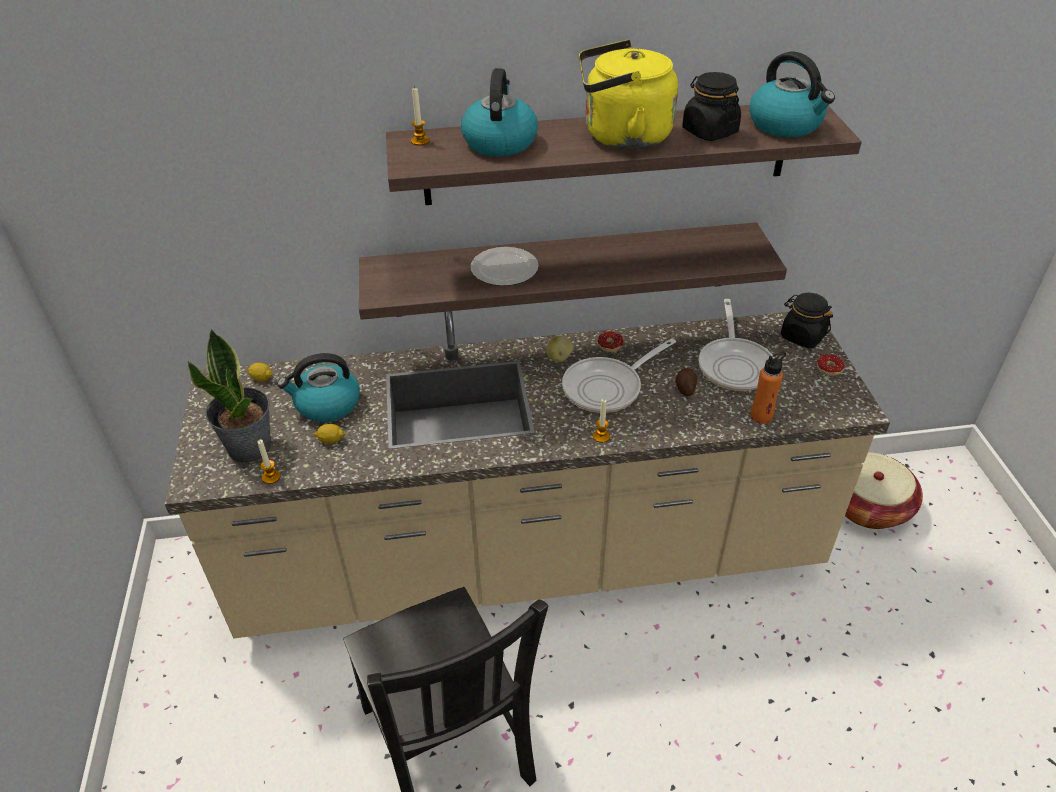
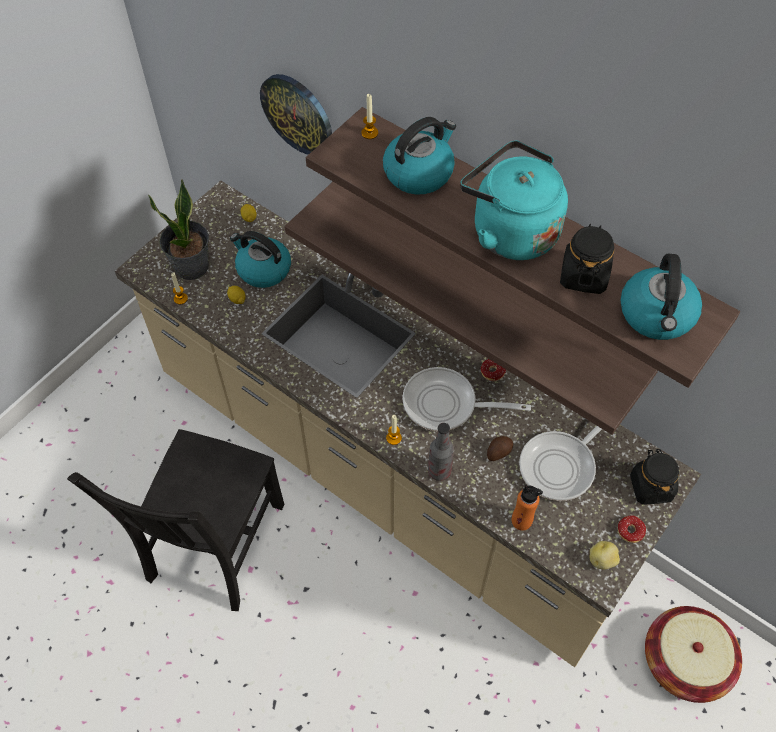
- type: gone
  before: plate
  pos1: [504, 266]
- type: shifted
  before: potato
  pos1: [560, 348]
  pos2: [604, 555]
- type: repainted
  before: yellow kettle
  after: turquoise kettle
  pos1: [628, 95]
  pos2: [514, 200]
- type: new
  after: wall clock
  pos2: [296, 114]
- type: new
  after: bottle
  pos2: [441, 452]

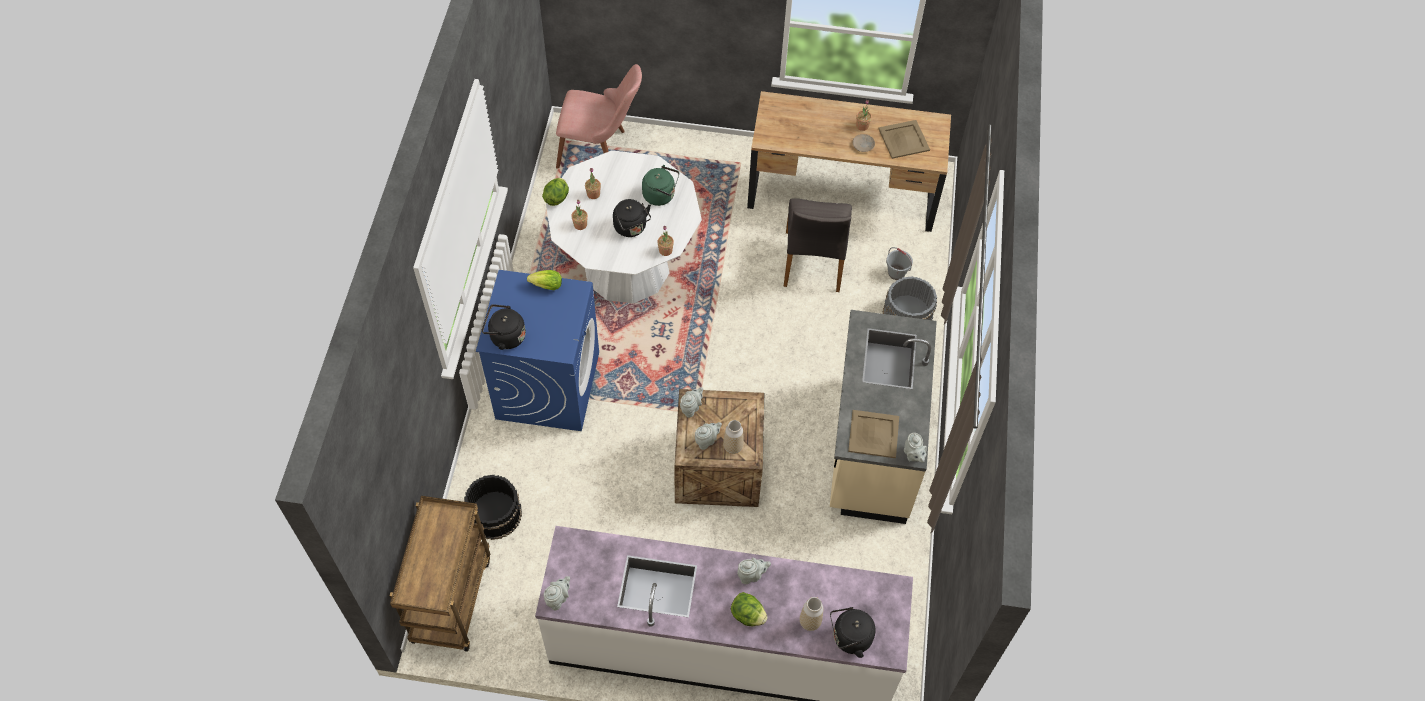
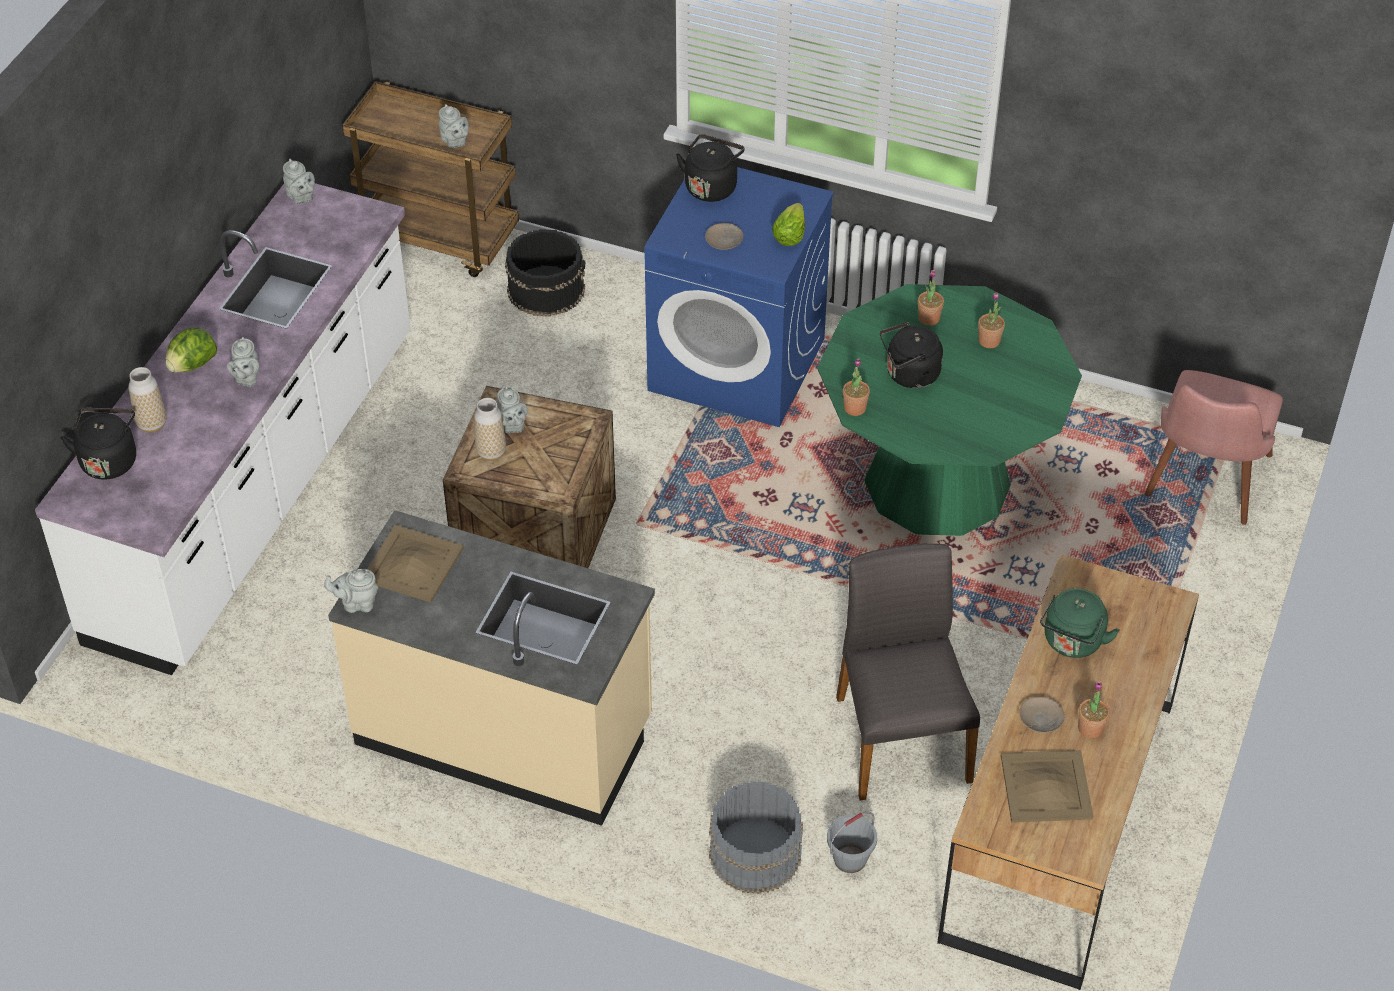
- type: gone
  before: lettuce
  pos1: [555, 192]
- type: repainted
  before: white dining table
  after: green dining table
  pos1: [624, 226]
  pos2: [949, 410]
- type: shifted
  before: green kettle
  pos1: [660, 185]
  pos2: [1080, 623]
- type: shifted
  before: grey teapot
  pos1: [691, 402]
  pos2: [453, 126]
- type: rotated
  before: grey chair
  pos1: [818, 245]
  pos2: [908, 672]
  turn: 60
- type: new
  after: beige plate
  pos2: [724, 236]

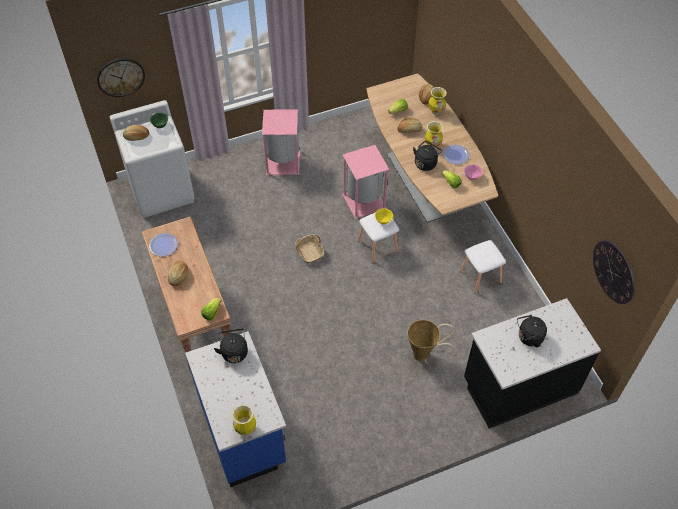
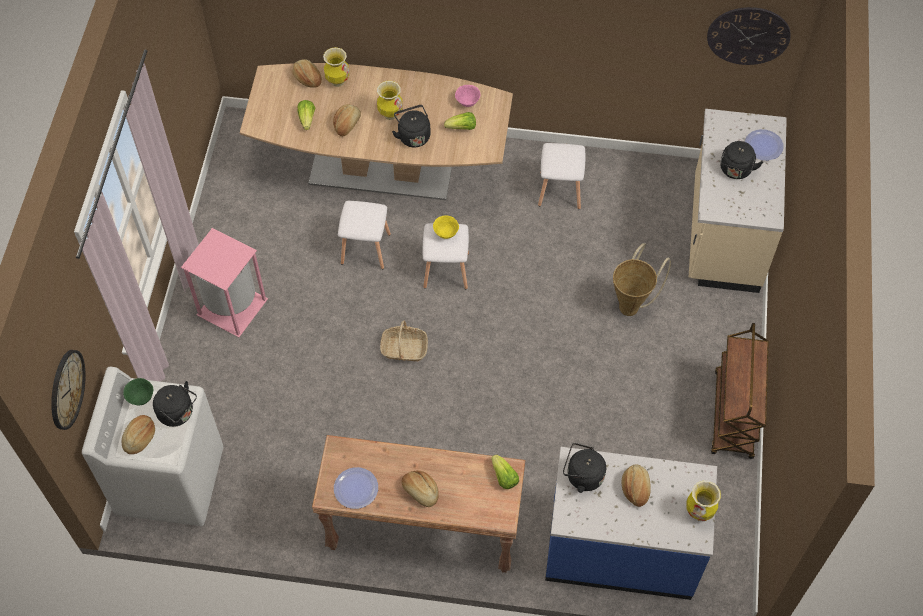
- type: swapped
  before: pink trash can
  after: white stool
  pos1: [365, 182]
  pos2: [364, 235]
- type: shifted
  before: plate
  pos1: [456, 155]
  pos2: [764, 145]
- type: repainted
  before: black counter
  after: beige counter
  pos1: [532, 363]
  pos2: [738, 201]
- type: new
  after: black kettle
  pos2: [175, 404]
- type: new
  after: bread
  pos2: [636, 485]
- type: new
  after: brown cart
  pos2: [740, 391]

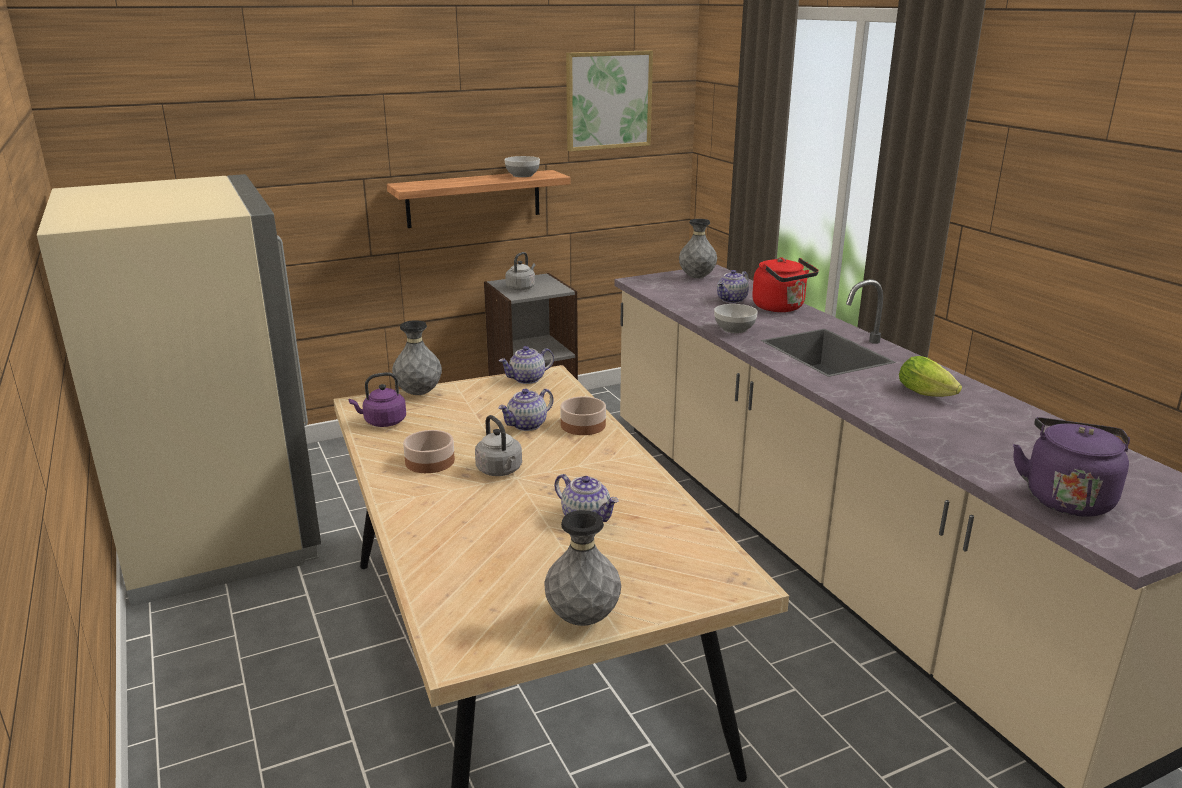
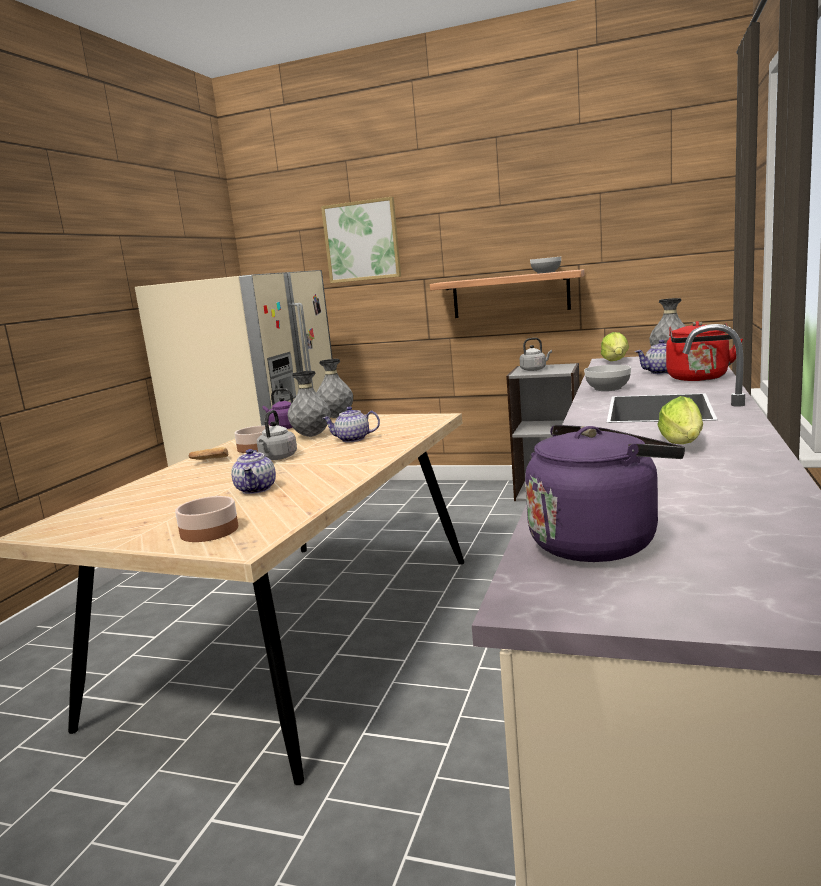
- type: gone
  before: teapot
  pos1: [526, 365]
- type: shifted
  before: grey vase
  pos1: [582, 568]
  pos2: [309, 404]
- type: shifted
  before: bowl
  pos1: [583, 415]
  pos2: [206, 519]
- type: shifted
  before: picture
  pos1: [609, 100]
  pos2: [361, 240]
- type: new
  after: bread
  pos2: [208, 453]
- type: new
  after: lettuce
  pos2: [615, 346]

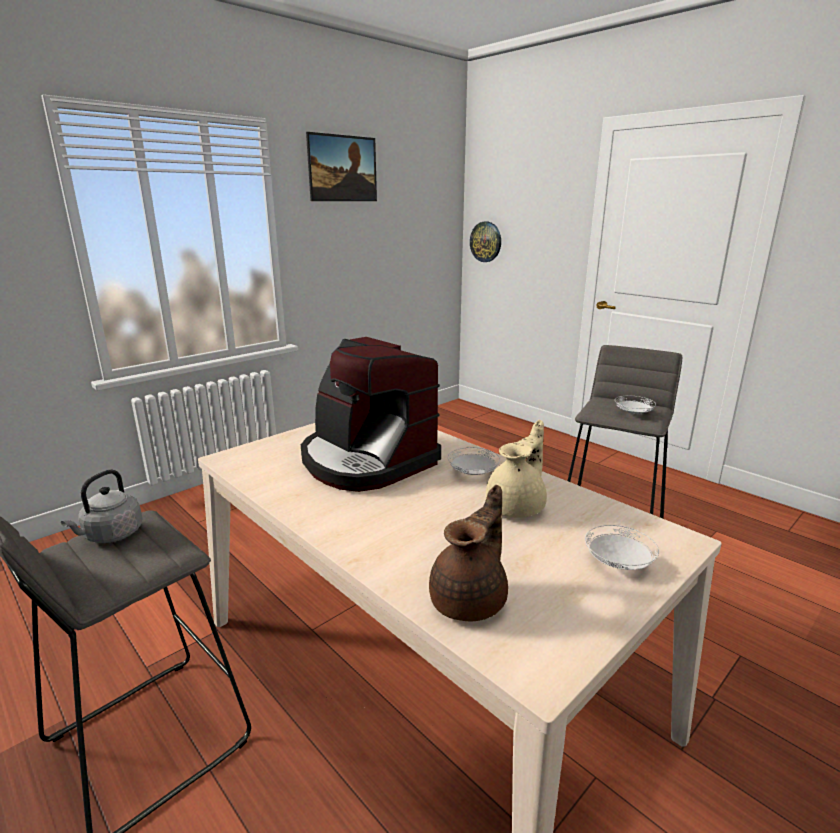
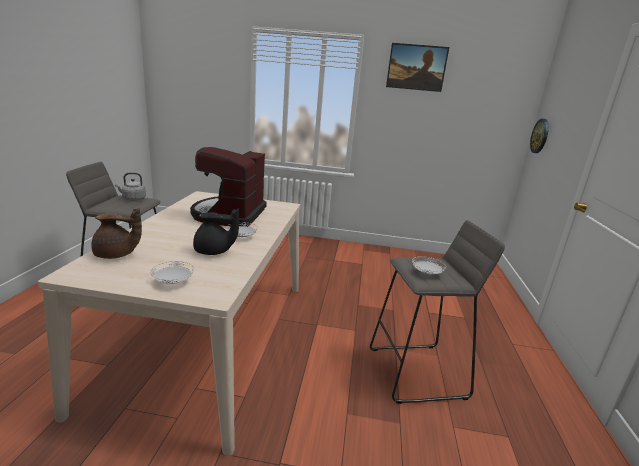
- type: repainted
  before: beige teapot
  after: black teapot
  pos1: [516, 469]
  pos2: [216, 231]

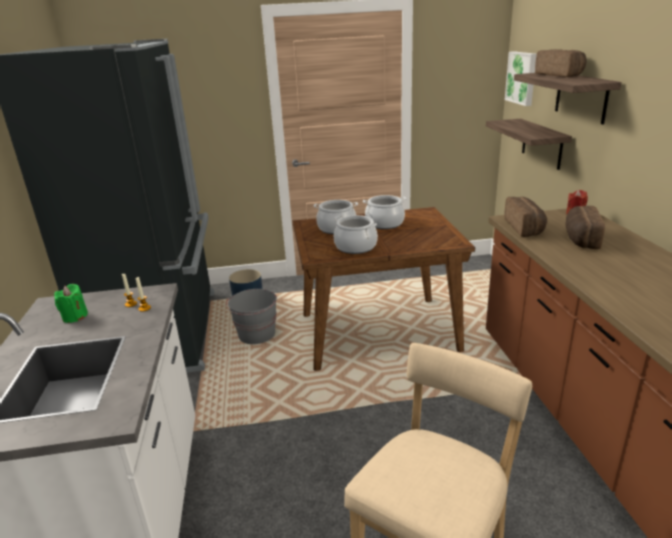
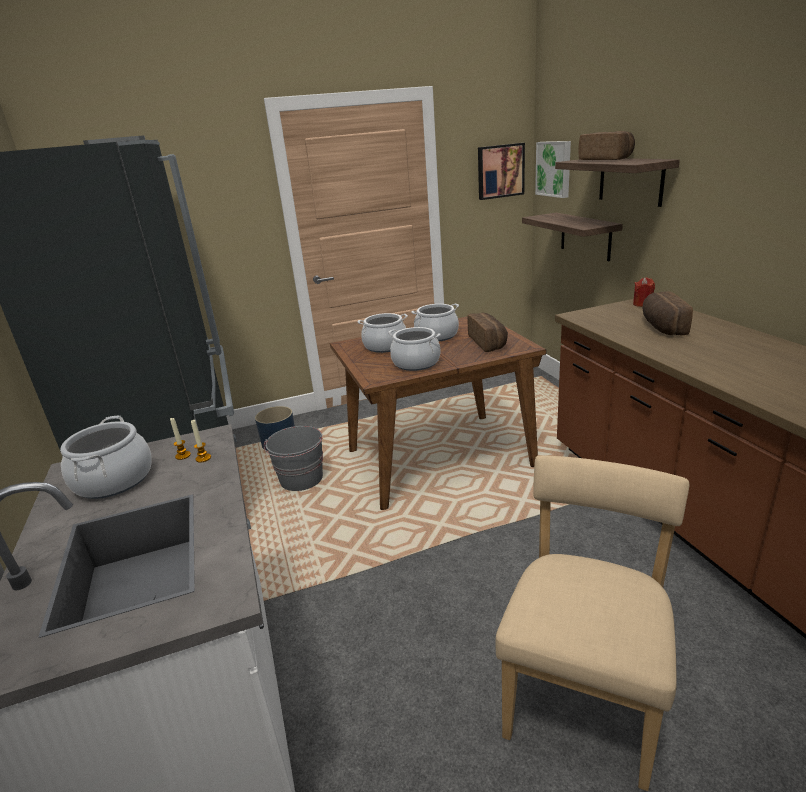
- type: swapped
  before: green candle
  after: cooking pot
  pos1: [71, 303]
  pos2: [106, 457]
- type: shifted
  before: bread
  pos1: [525, 217]
  pos2: [488, 332]
- type: new
  after: picture
  pos2: [501, 171]

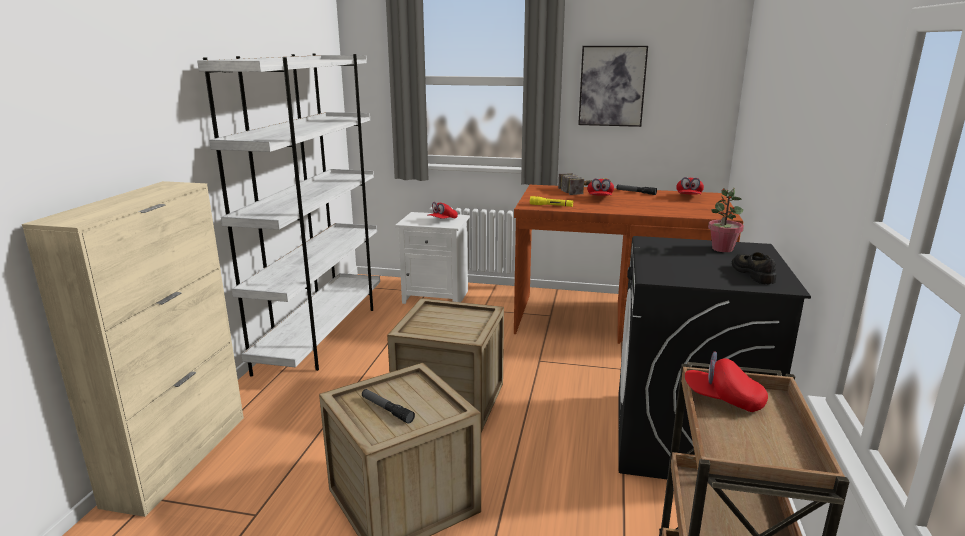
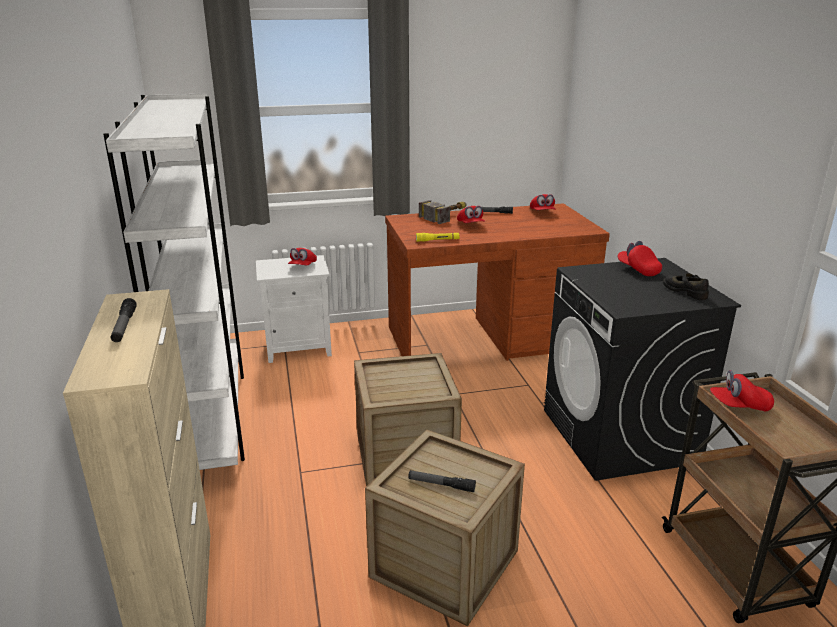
- type: gone
  before: picture
  pos1: [613, 86]
- type: swapped
  before: potted plant
  after: red cap
  pos1: [726, 220]
  pos2: [640, 258]
- type: new
  after: flashlight
  pos2: [123, 320]

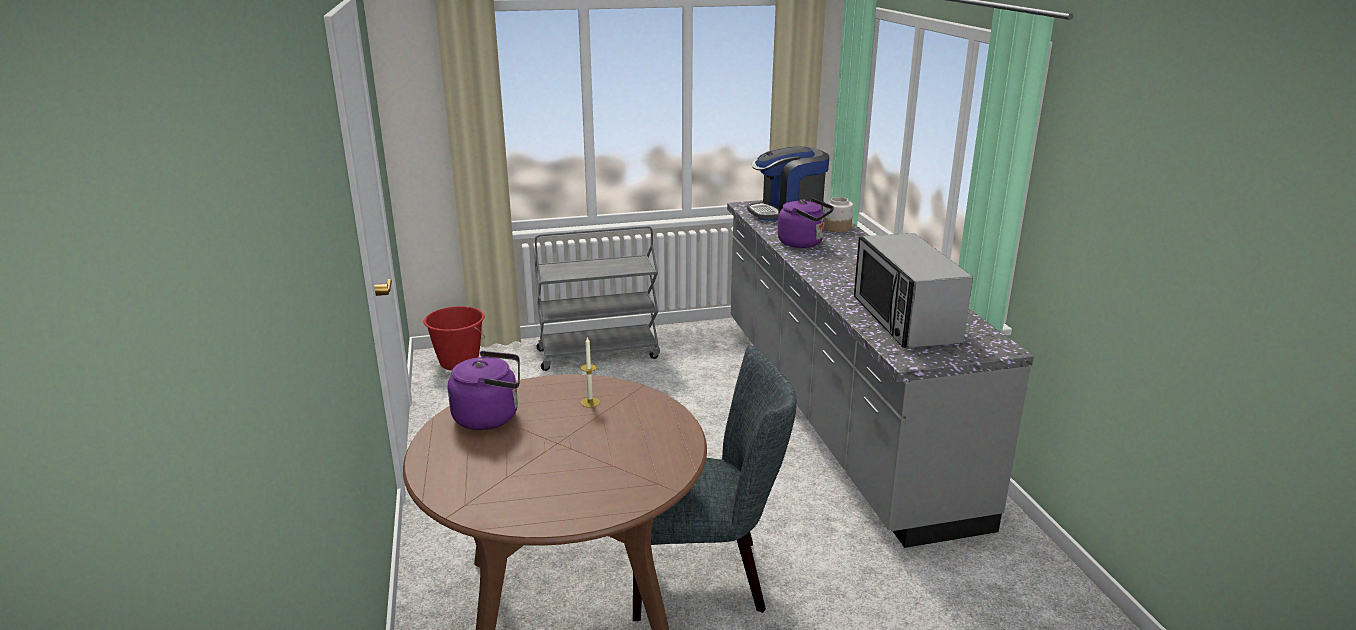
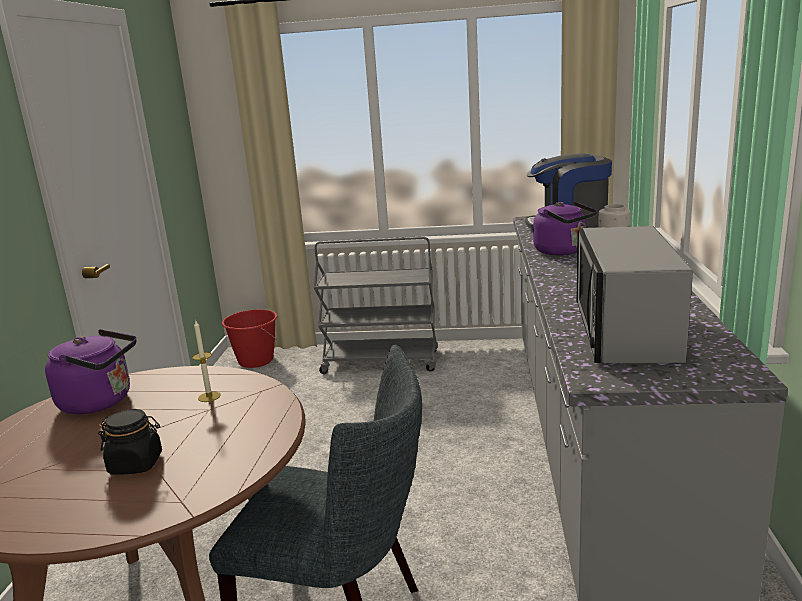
- type: new
  after: black jar
  pos2: [130, 442]

